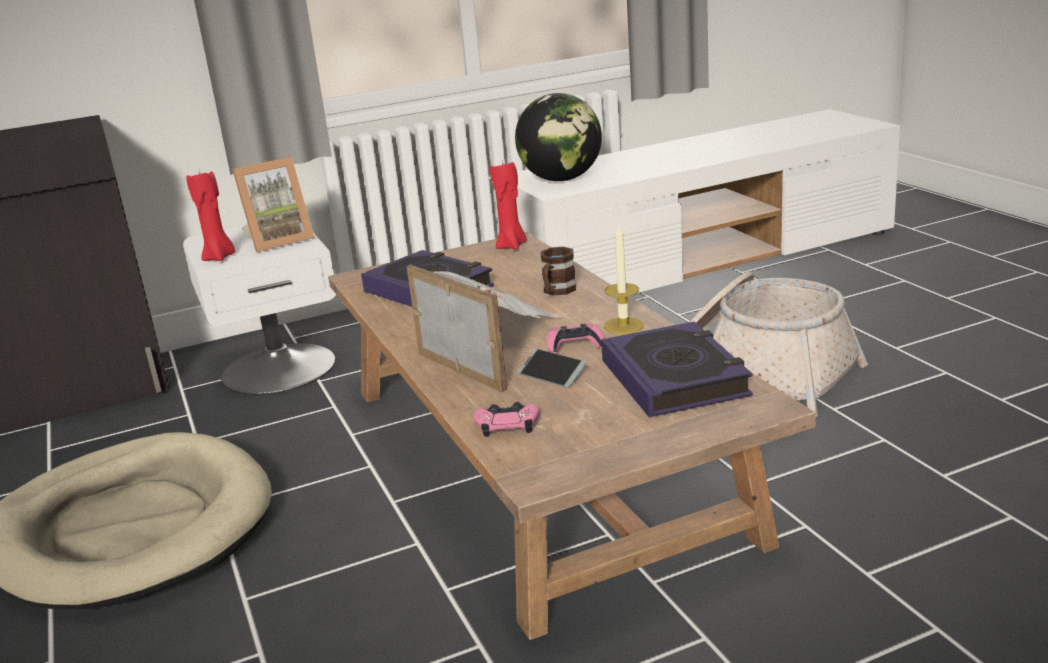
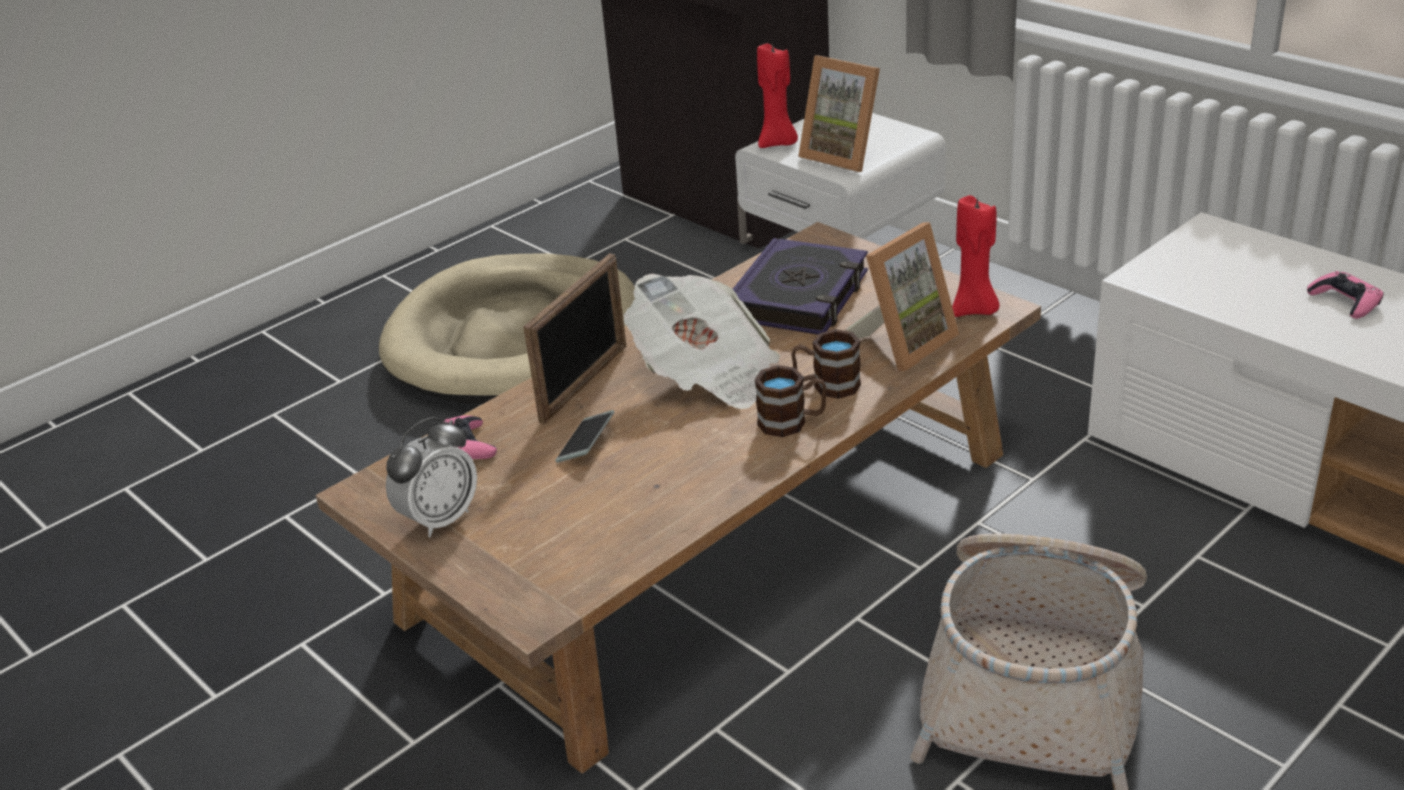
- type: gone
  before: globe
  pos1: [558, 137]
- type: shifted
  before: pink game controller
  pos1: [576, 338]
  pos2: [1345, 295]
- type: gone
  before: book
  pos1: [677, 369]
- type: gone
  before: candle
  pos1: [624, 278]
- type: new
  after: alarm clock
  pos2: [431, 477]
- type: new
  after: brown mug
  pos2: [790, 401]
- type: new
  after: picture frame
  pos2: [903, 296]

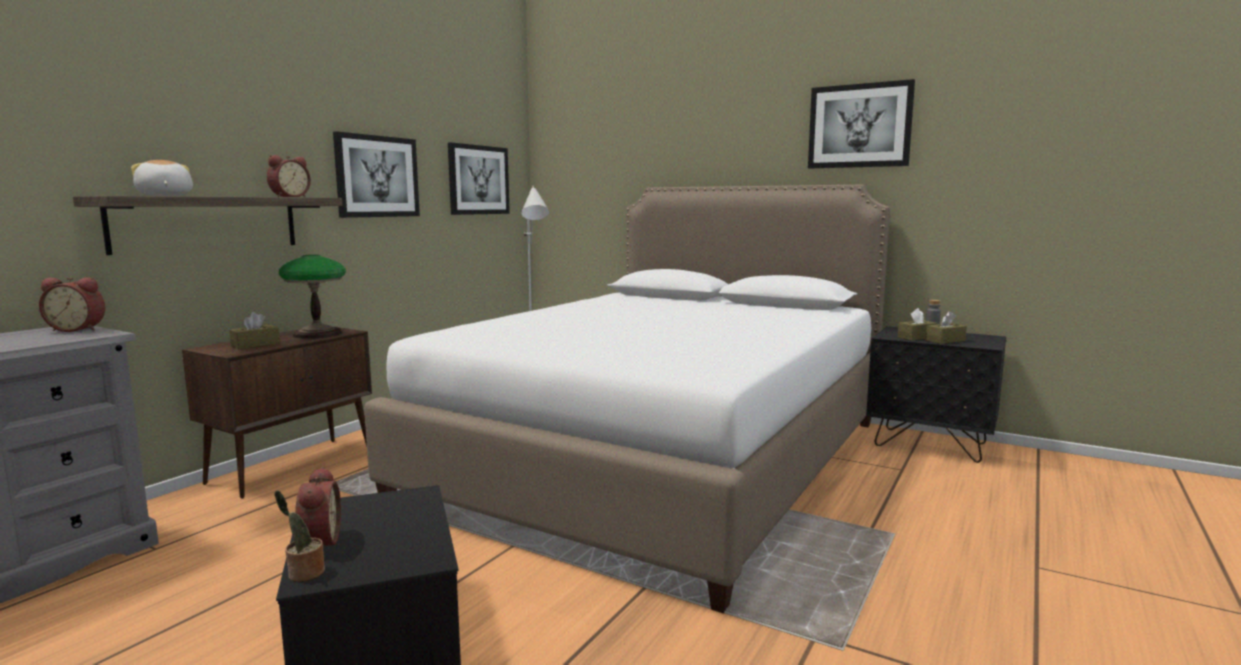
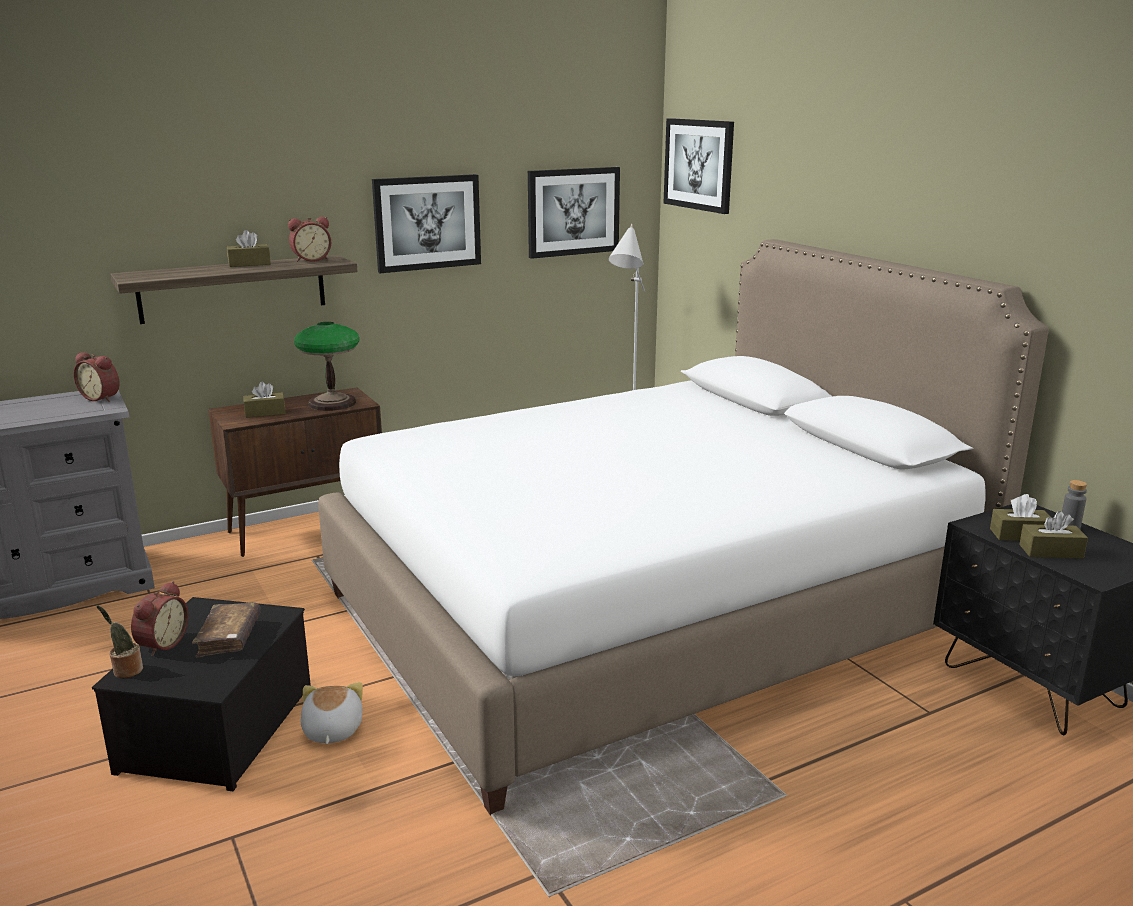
- type: shifted
  before: plush toy
  pos1: [162, 178]
  pos2: [331, 713]
- type: shifted
  before: picture
  pos1: [861, 124]
  pos2: [698, 166]
- type: new
  after: brown book
  pos2: [226, 630]
- type: new
  after: brown tissue box
  pos2: [249, 248]

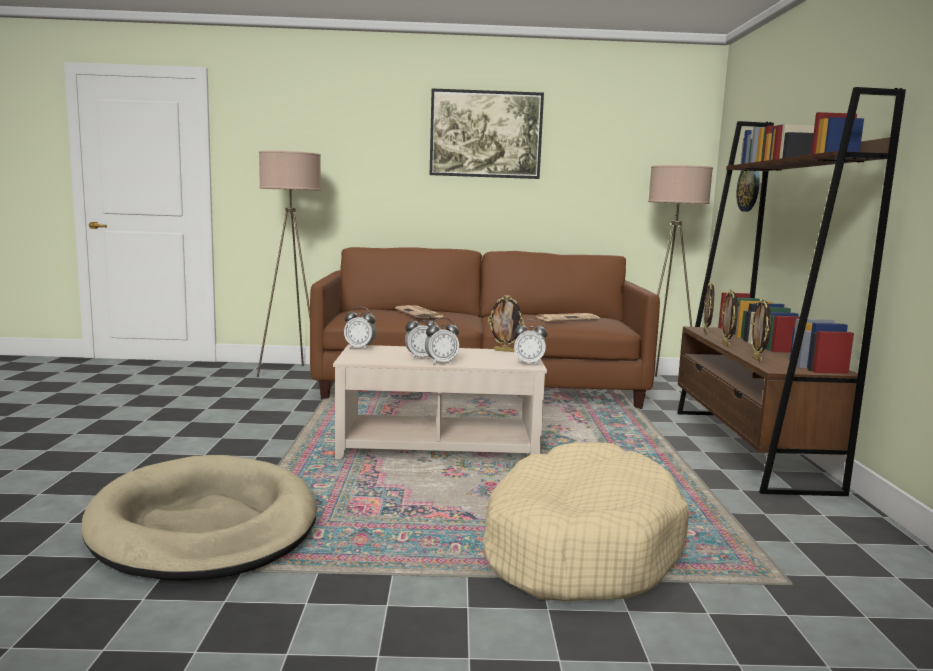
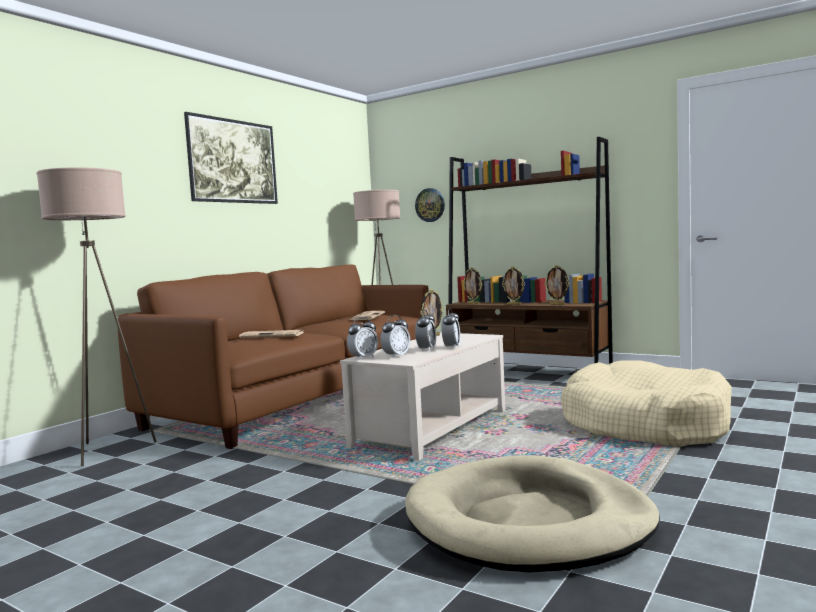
- type: shifted
  before: alarm clock
  pos1: [531, 342]
  pos2: [395, 336]

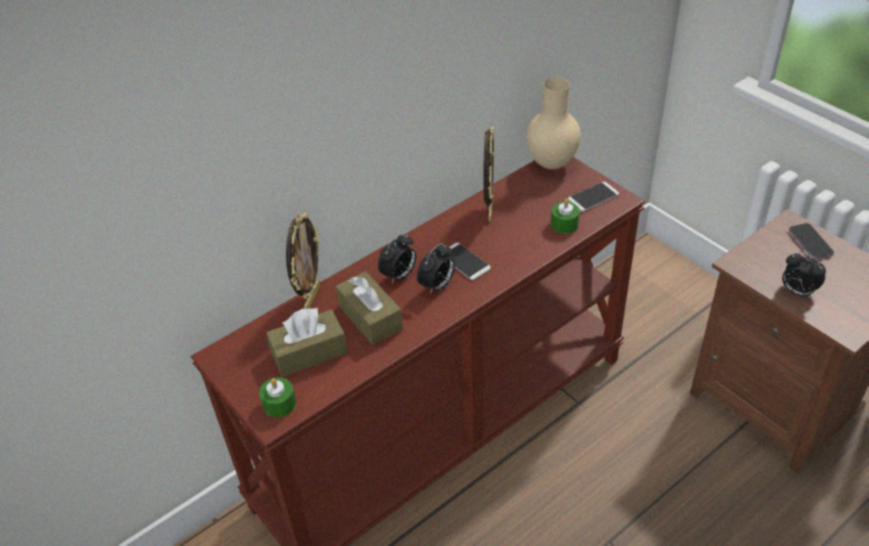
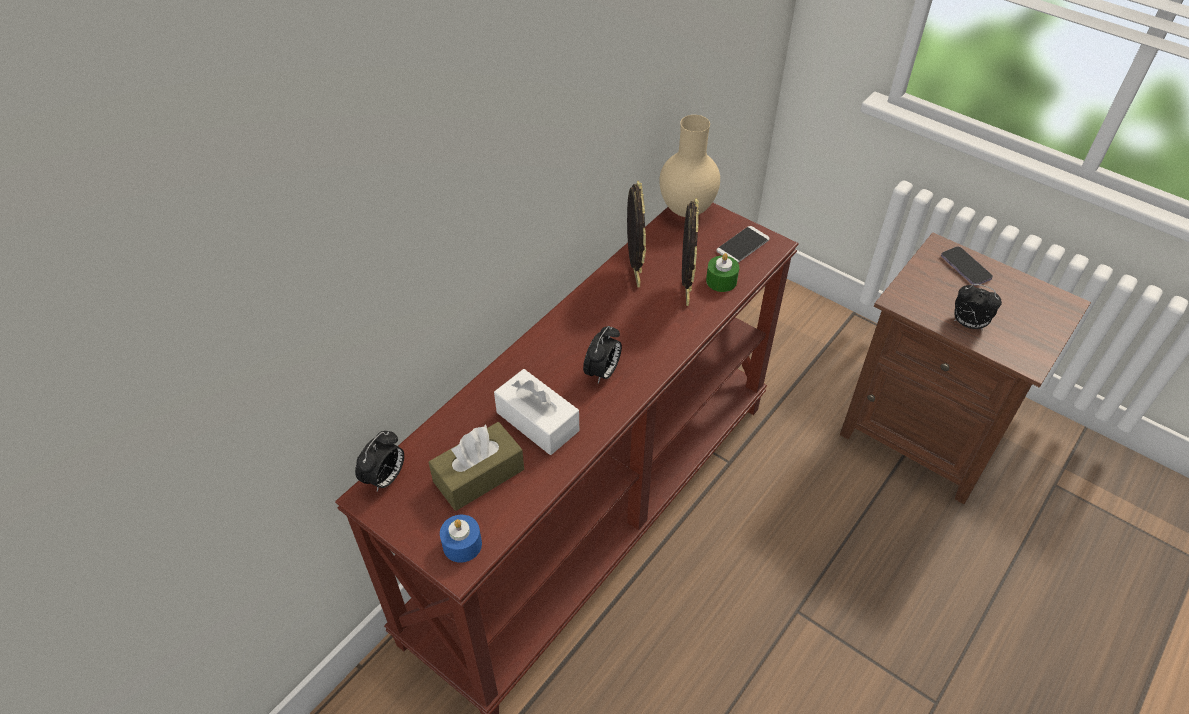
- type: repainted
  before: green candle
  after: blue candle
  pos1: [277, 397]
  pos2: [461, 539]
- type: shifted
  before: picture frame
  pos1: [303, 260]
  pos2: [690, 252]
- type: repainted
  before: brown tissue box
  after: white tissue box
  pos1: [369, 308]
  pos2: [536, 412]
- type: shifted
  before: alarm clock
  pos1: [397, 258]
  pos2: [379, 461]
- type: gone
  before: phone
  pos1: [468, 261]

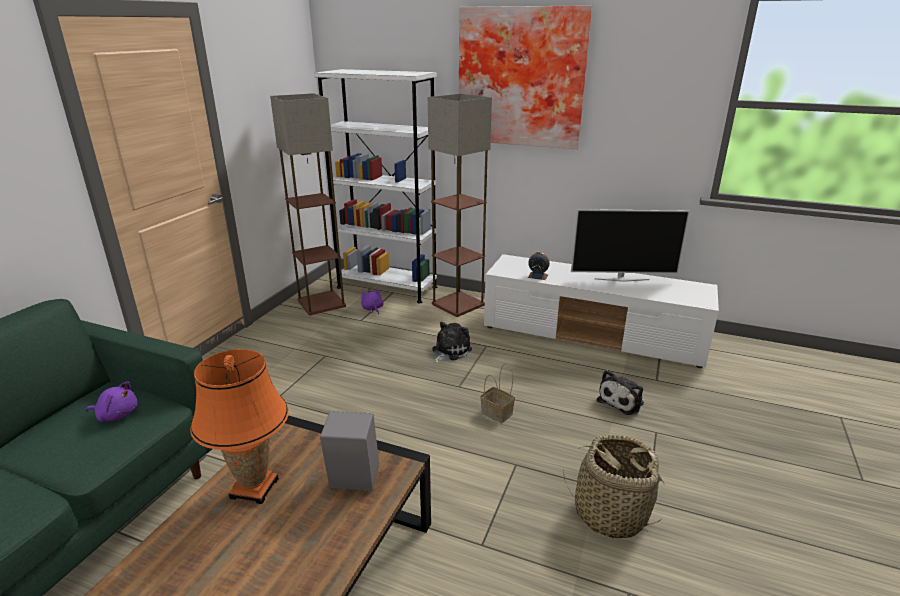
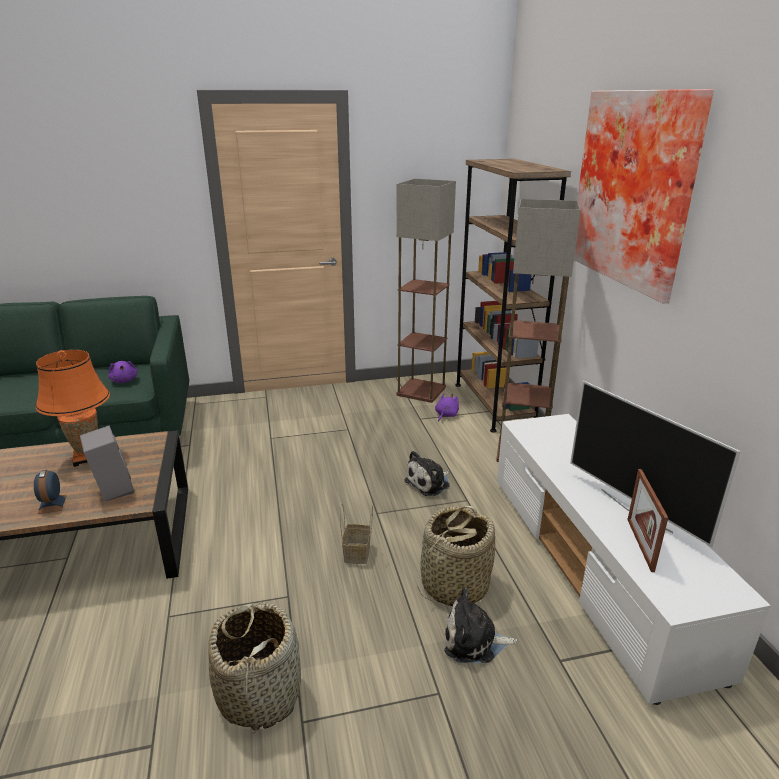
- type: repainted
  before: white bookcase
  after: brown bookcase
  pos1: [375, 186]
  pos2: [513, 296]
- type: rotated
  before: plush toy
  pos1: [452, 342]
  pos2: [427, 473]
  turn: 135
- type: shifted
  before: alarm clock
  pos1: [539, 266]
  pos2: [50, 492]
- type: new
  after: basket
  pos2: [456, 556]
- type: new
  after: picture frame
  pos2: [647, 520]

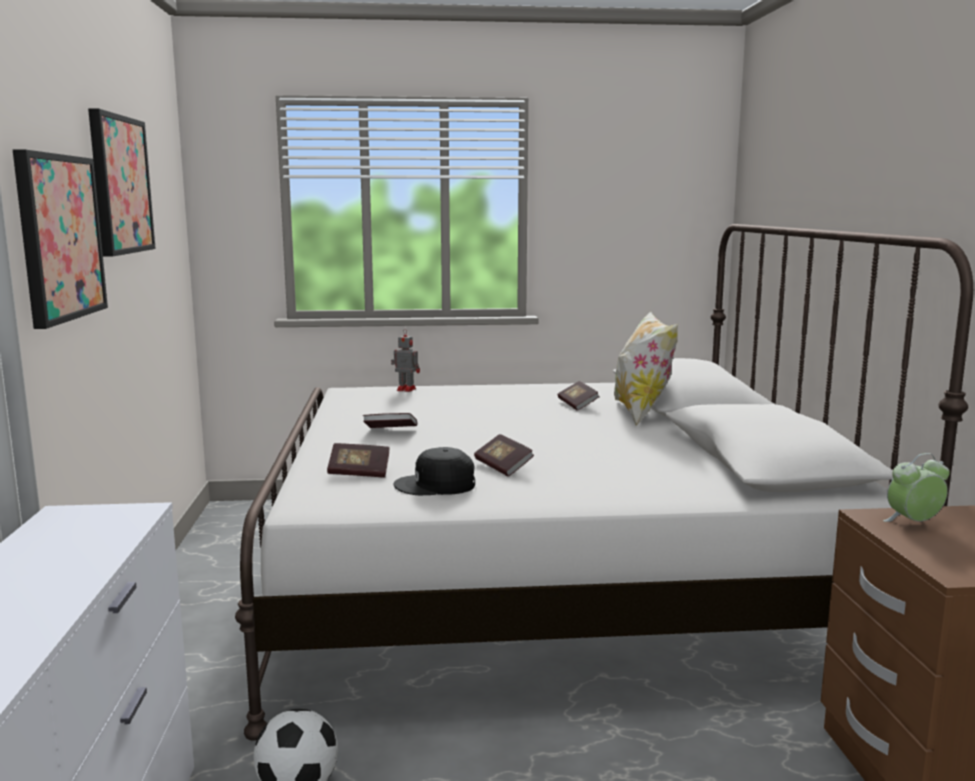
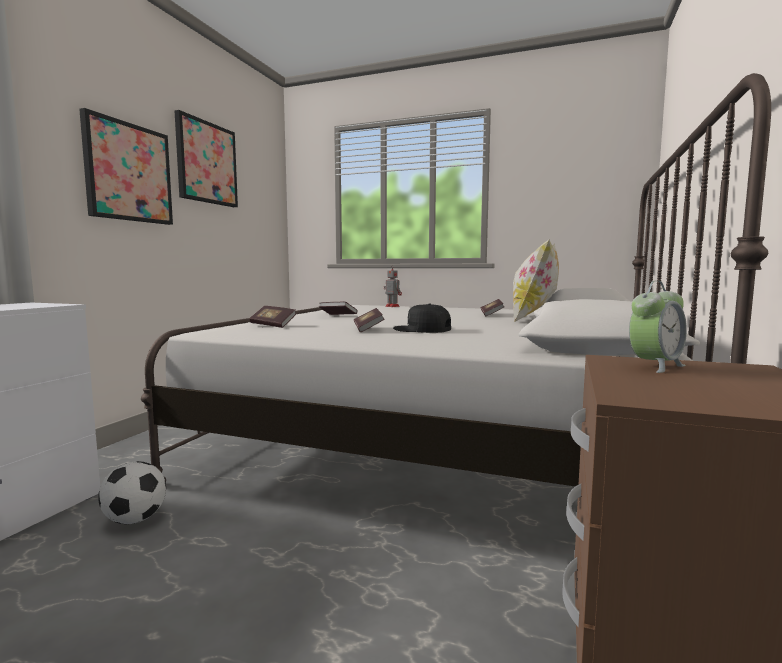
- type: shifted
  before: black cap
  pos1: [434, 471]
  pos2: [422, 318]
- type: rotated
  before: alarm clock
  pos1: [916, 487]
  pos2: [658, 327]
  turn: 135

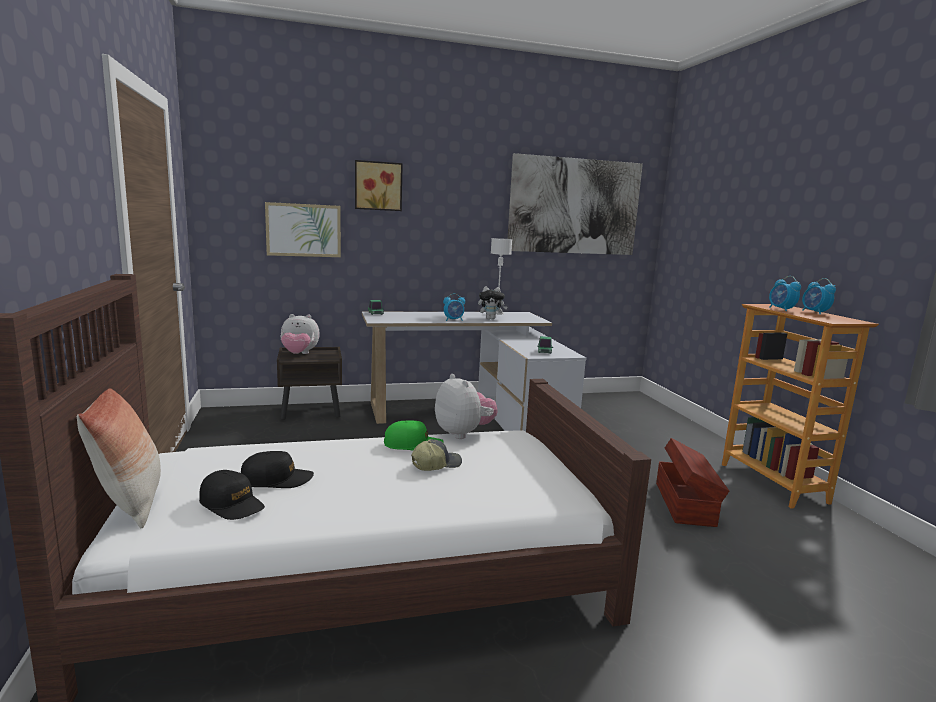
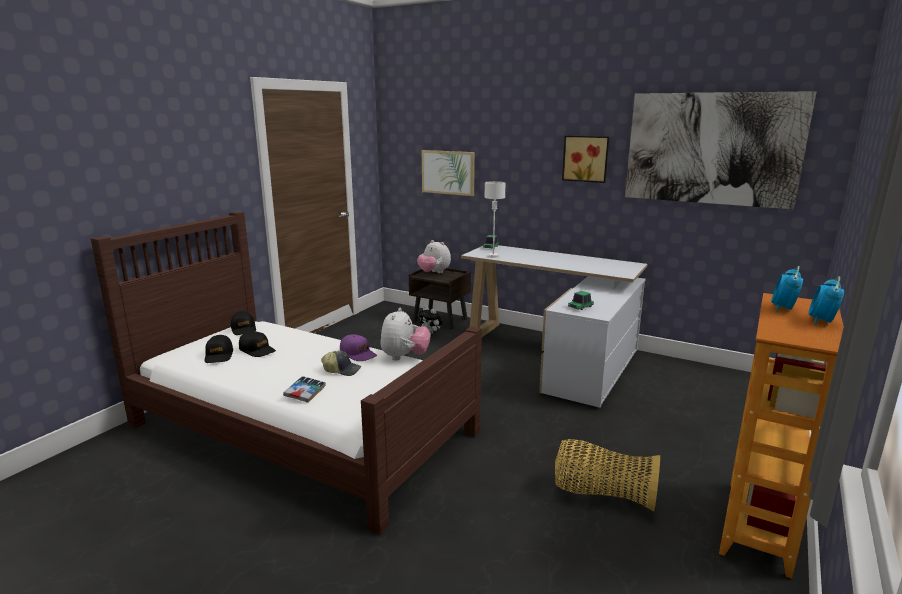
- type: gone
  before: pillow
  pos1: [119, 458]
- type: shifted
  before: picture
  pos1: [379, 185]
  pos2: [585, 159]
- type: repainted
  before: green cap
  after: purple cap
  pos1: [414, 435]
  pos2: [358, 347]
- type: gone
  before: alarm clock
  pos1: [454, 307]
- type: shifted
  before: plush toy
  pos1: [492, 302]
  pos2: [430, 320]
- type: shifted
  before: white table lamp
  pos1: [501, 276]
  pos2: [495, 219]
- type: swapped
  before: brown storage box
  after: basket
  pos1: [692, 482]
  pos2: [607, 475]
- type: new
  after: black cap
  pos2: [243, 323]
- type: new
  after: book
  pos2: [304, 389]

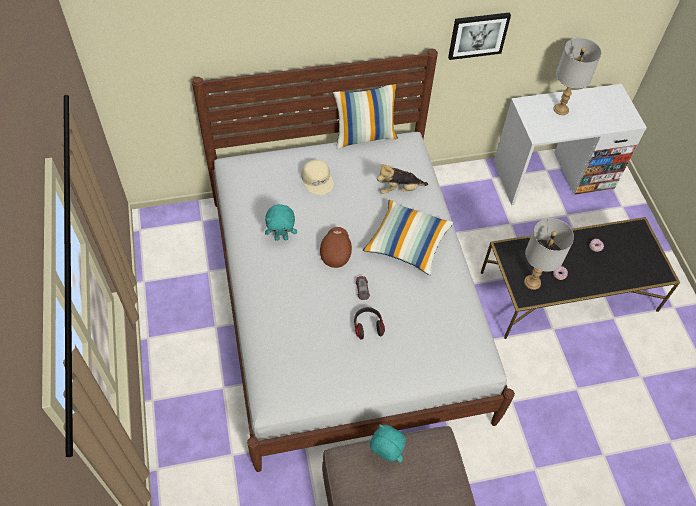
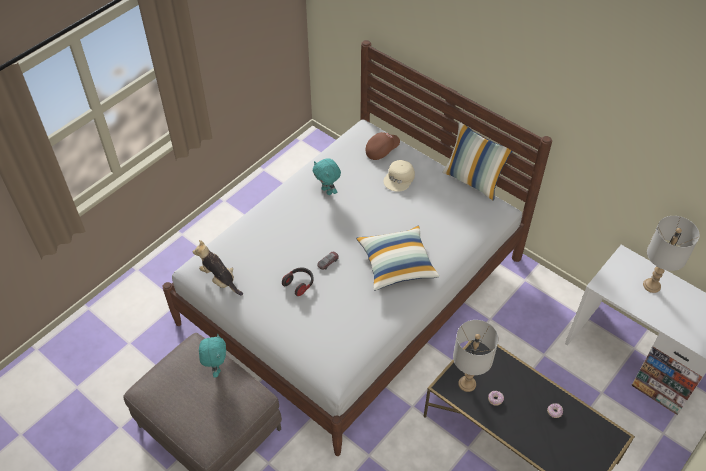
- type: shifted
  before: brown cap
  pos1: [336, 247]
  pos2: [383, 146]
- type: shifted
  before: plush toy
  pos1: [402, 179]
  pos2: [218, 267]
- type: gone
  before: picture
  pos1: [479, 36]

